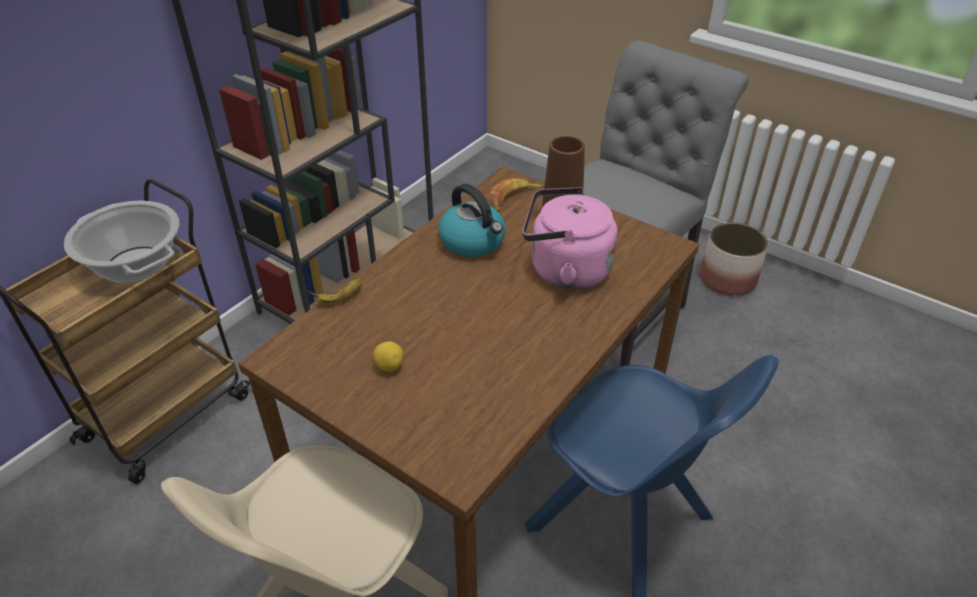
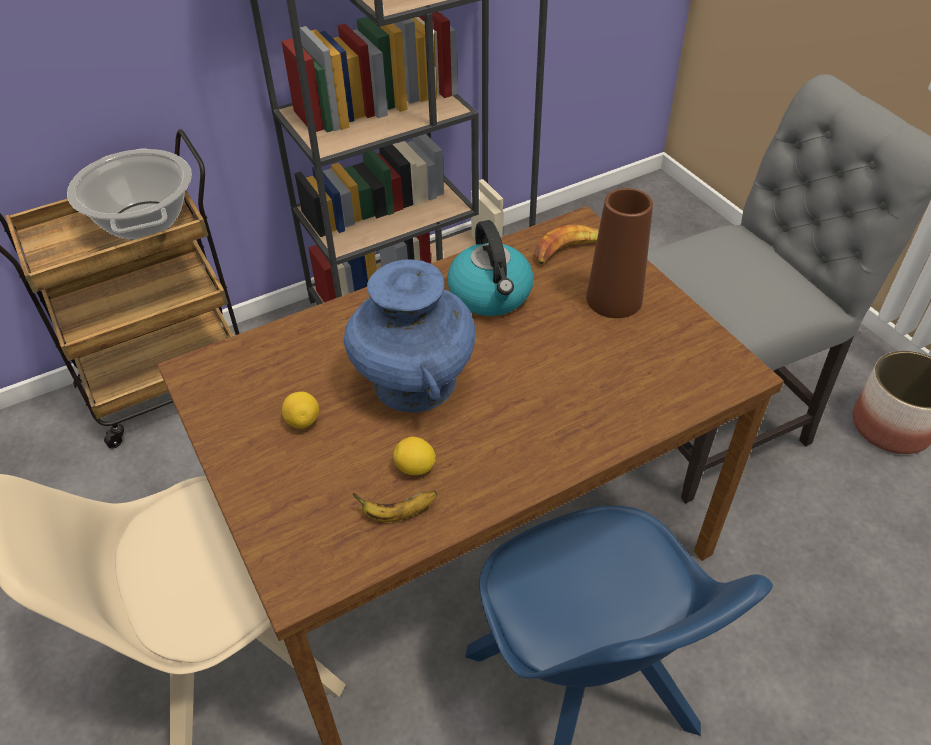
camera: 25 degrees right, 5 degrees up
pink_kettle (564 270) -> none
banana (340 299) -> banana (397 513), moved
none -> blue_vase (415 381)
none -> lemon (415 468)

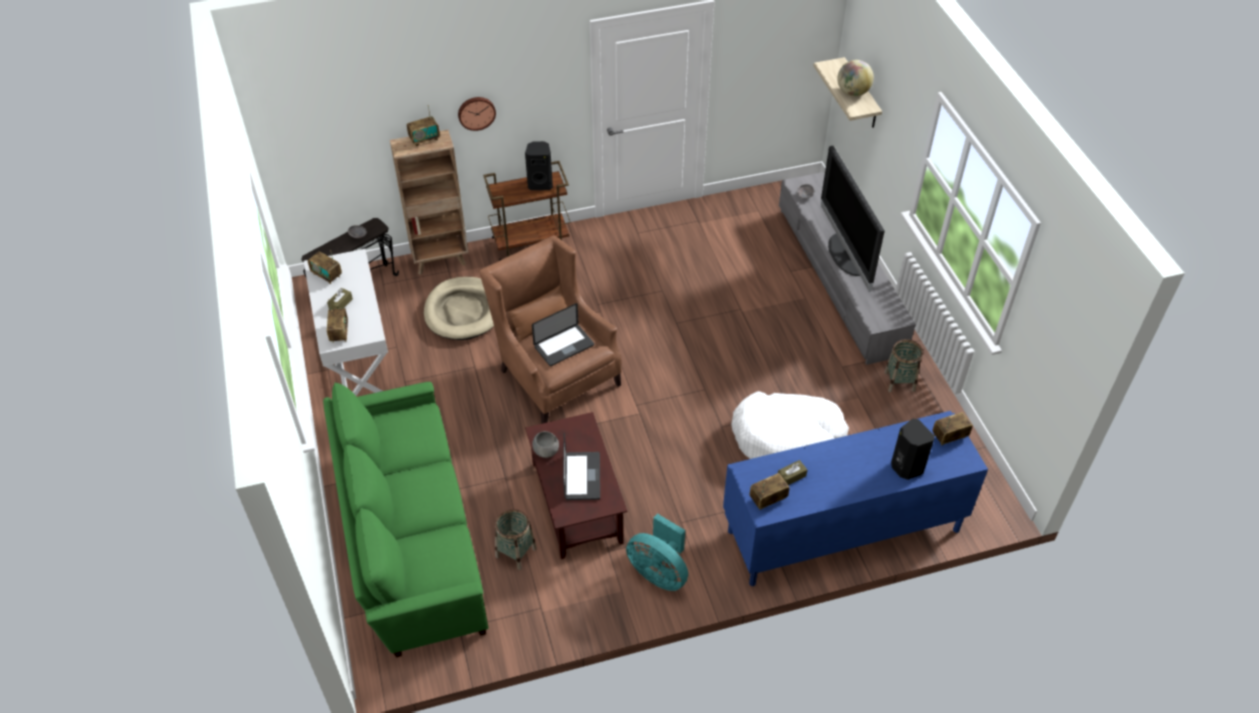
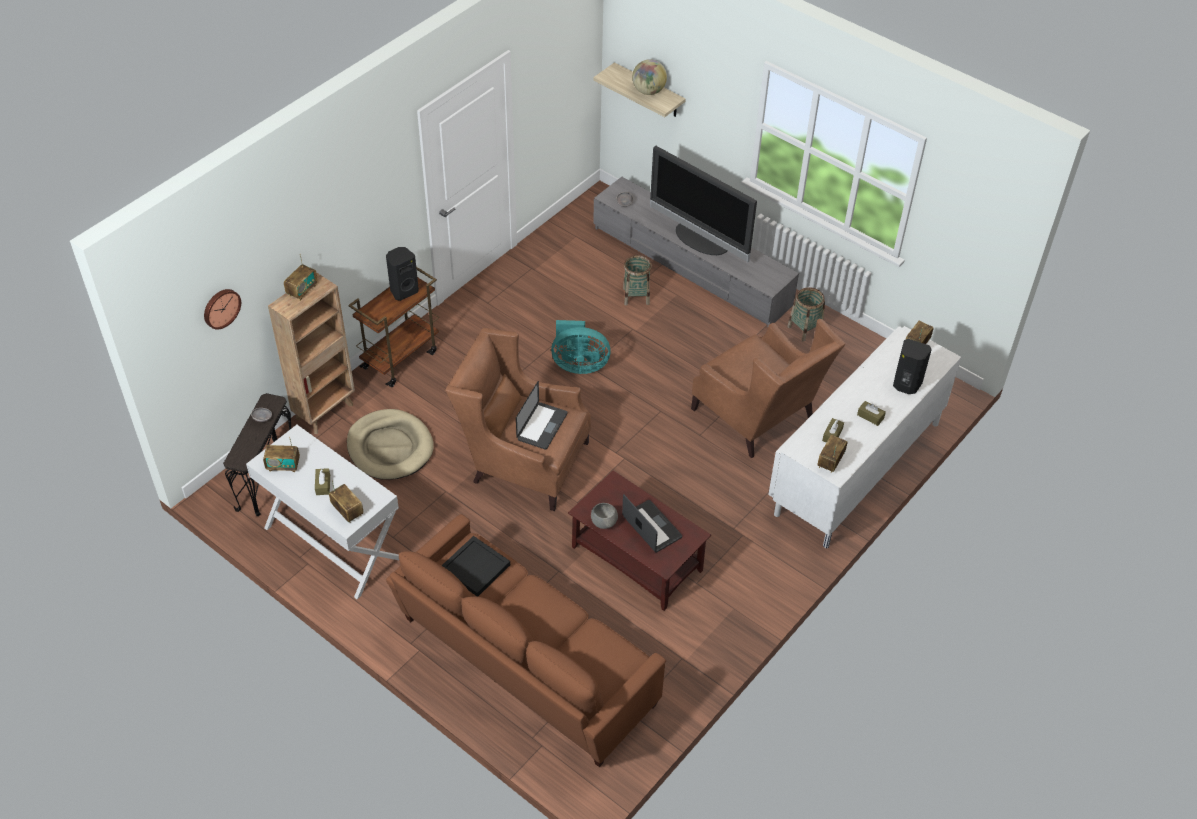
camera: 35 degrees left, 0 degrees up
wall_clock (476 112) -> wall_clock (221 308), moved
green_sofa (411 538) -> brown_sofa (523 666)
white_dog_bed (788 438) -> brown_armchair (759 418)
blue_cabinet (842 528) -> white_cabinet (855 466)
basket (516 552) -> basket (636 296), moved
turquoise_fan (659 572) -> turquoise_fan (578 365), moved
none -> brown_tissue_box (870 416)
none -> black_tray (475 567)

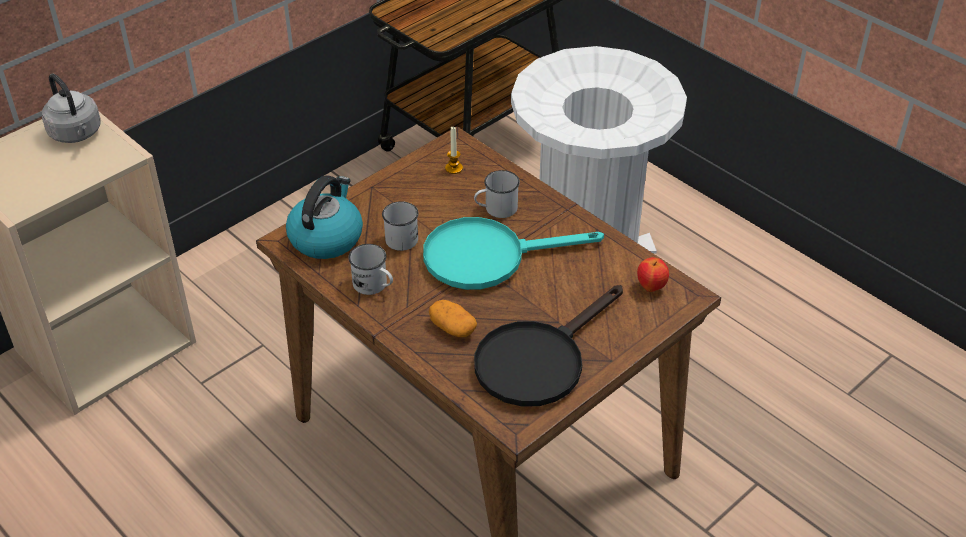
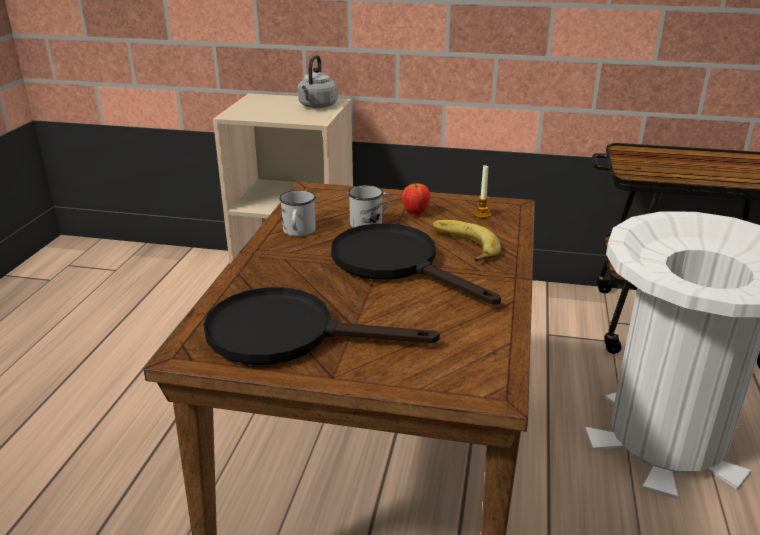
camera: 55 degrees right, 15 degrees down
white_mug (496 209) -> banana (461 246)
kettle (326 237) -> none
turquoise_frying_pan (488 256) -> black_frying_pan (396 263)
apple (651 287) -> apple (415 213), moved
potato (452 328) -> none

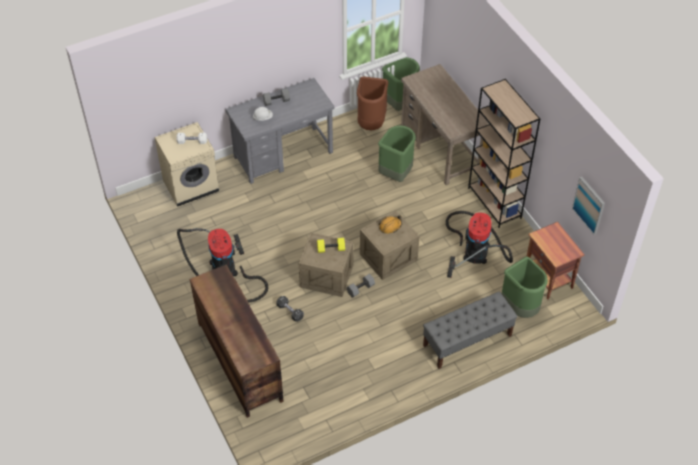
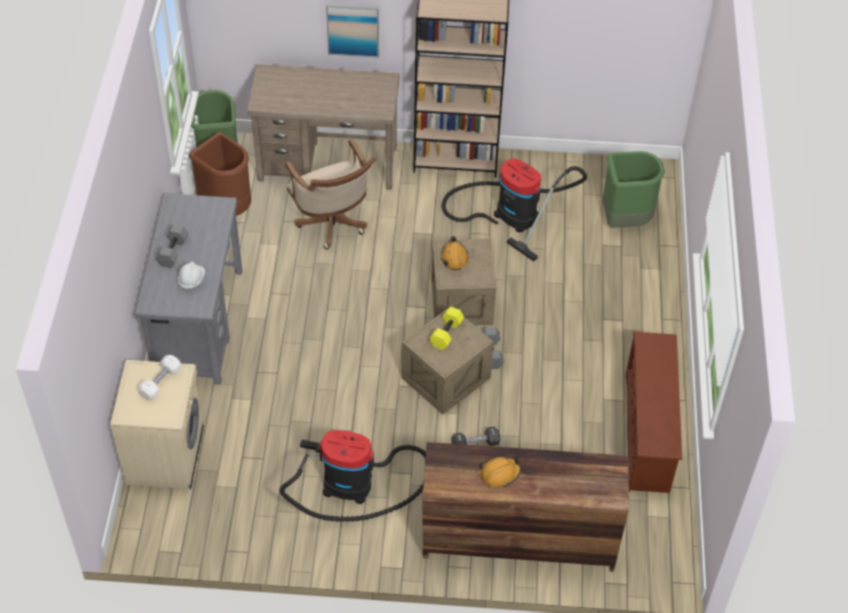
camera: 60 degrees left, 0 degrees up
green_trash_can (396 174) -> office_chair (333 226)
picture (589 205) -> picture (353 29), moved
nightstand (549 279) -> none
grey_bench (467 341) -> none
none -> brown_shoe_rack (648 433)
none -> orange_hard_hat (500 473)

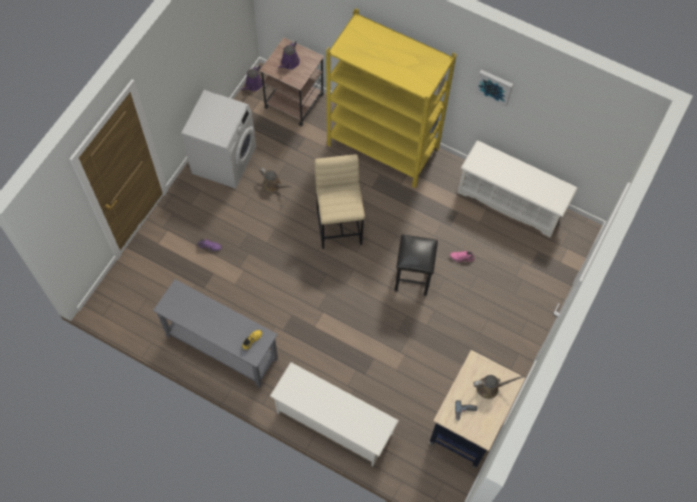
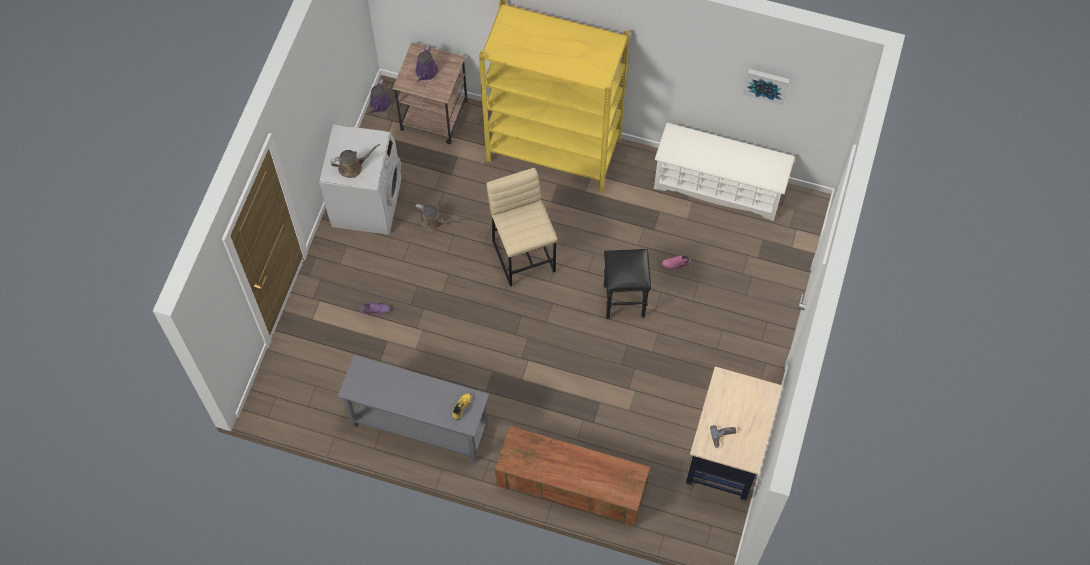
camera: 10 degrees left, 0 degrees up
picture (494 86) -> picture (766 85), moved
white_shoe_rack (333 423) -> brown_bench (570 485)
brown_watering_can (490 388) -> brown_watering_can (353 167), moved

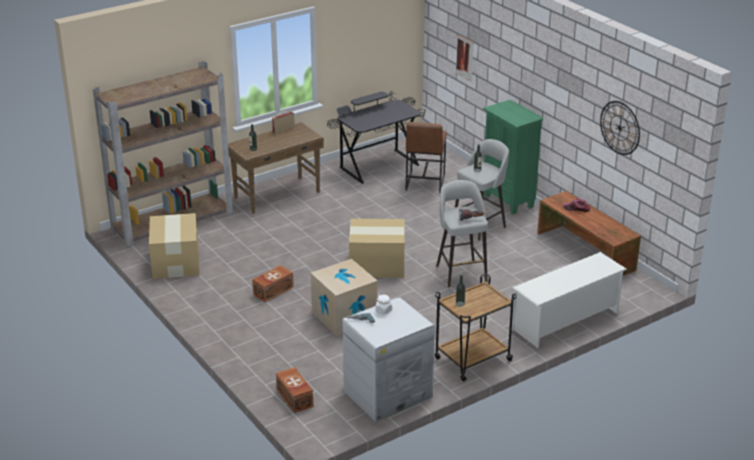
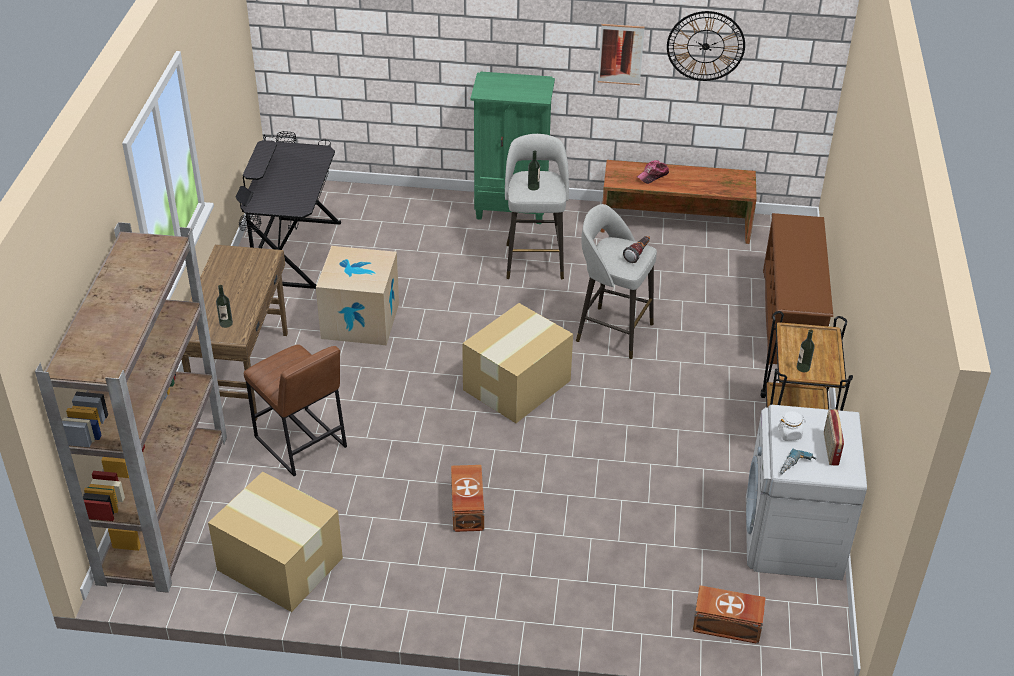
camera: 50 degrees left, 10 degrees up
picture (464 57) -> picture (620 54), moved
radio (283 129) -> radio (830 449), moved
brown_chair (425 182) -> brown_chair (301 442), moved
white_shoe_rack (566 321) -> brown_shoe_rack (790 318)
cardboard_box (344 316) -> cardboard_box (360 320), moved

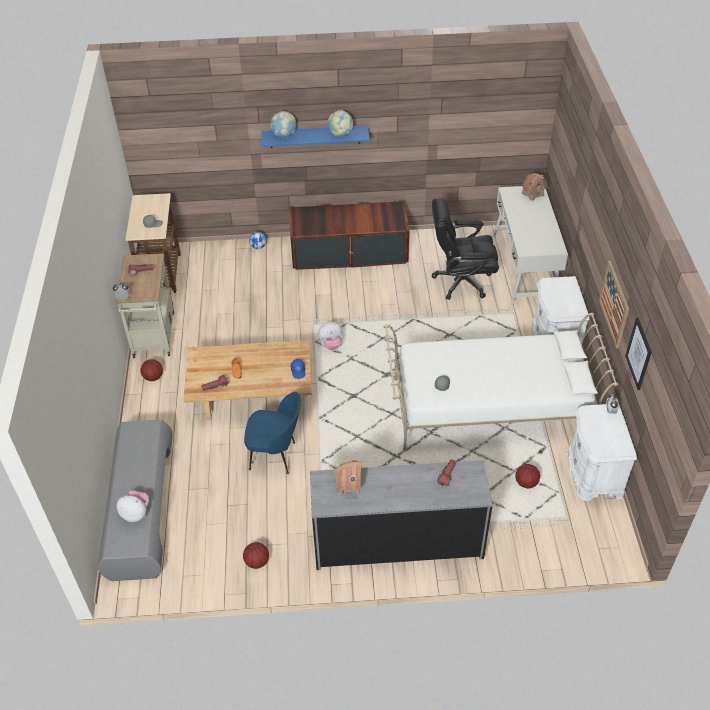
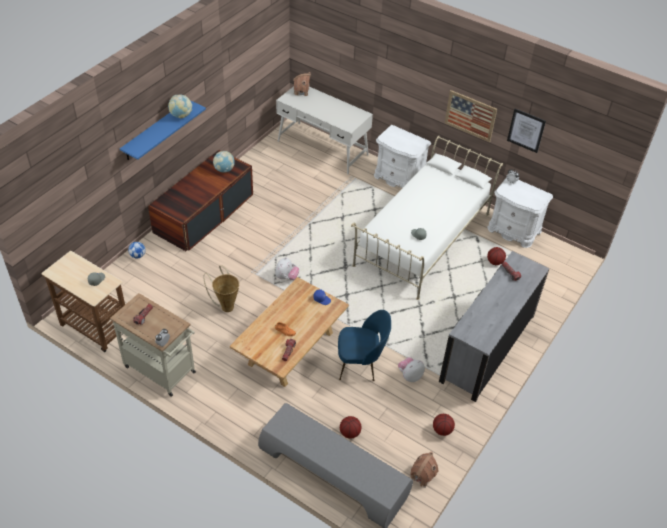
camera: 55 degrees left, 0 degrees up
globe (284 135) -> globe (224 170), moved
black_office_chair (462 282) -> none
basketball (153 377) -> basketball (349 433), moved
blue_chair (277 457) -> blue_chair (360 366), 45 degrees clockwise
toy_house (349 484) -> toy_house (422 475), moved
plush_toy (136 513) -> plush_toy (410 375), moved
none -> basket (226 306)

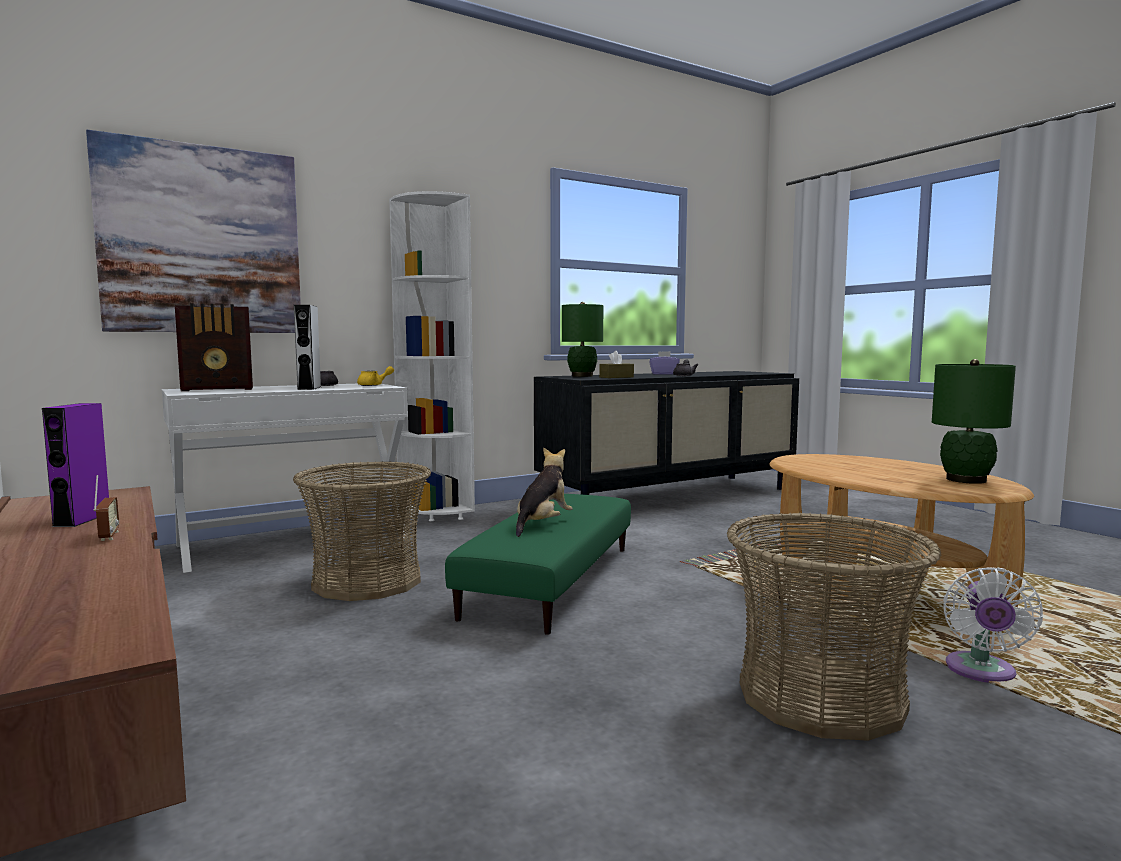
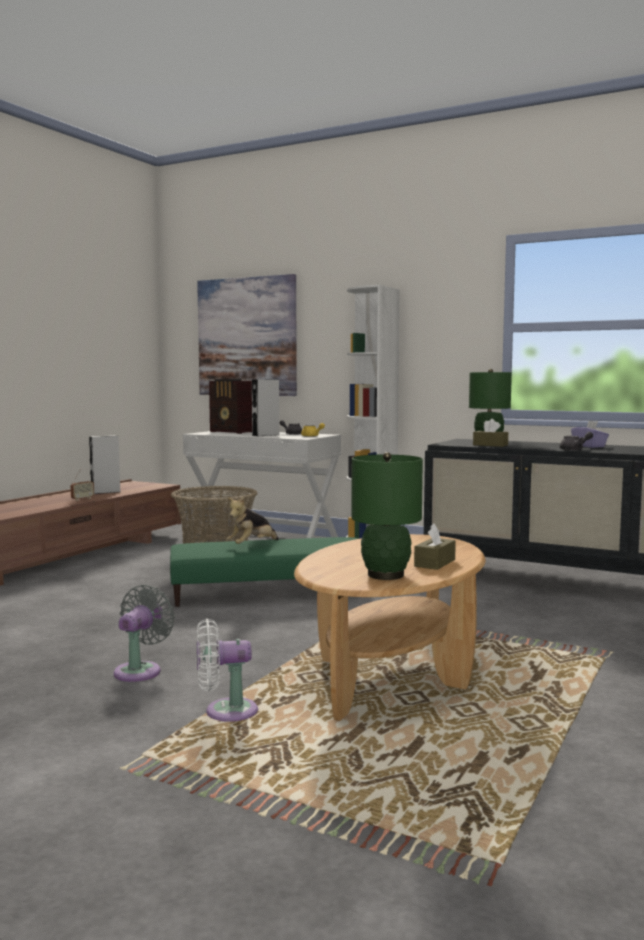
camera: 60 degrees right, 0 degrees up
purple_speaker (82 519) -> grey_speaker (105 492)
plush_toy (542 524) -> plush_toy (252 546), 135 degrees clockwise
basket (821 696) -> grey_fan (140 670)
none -> brown_tissue_box (435 563)

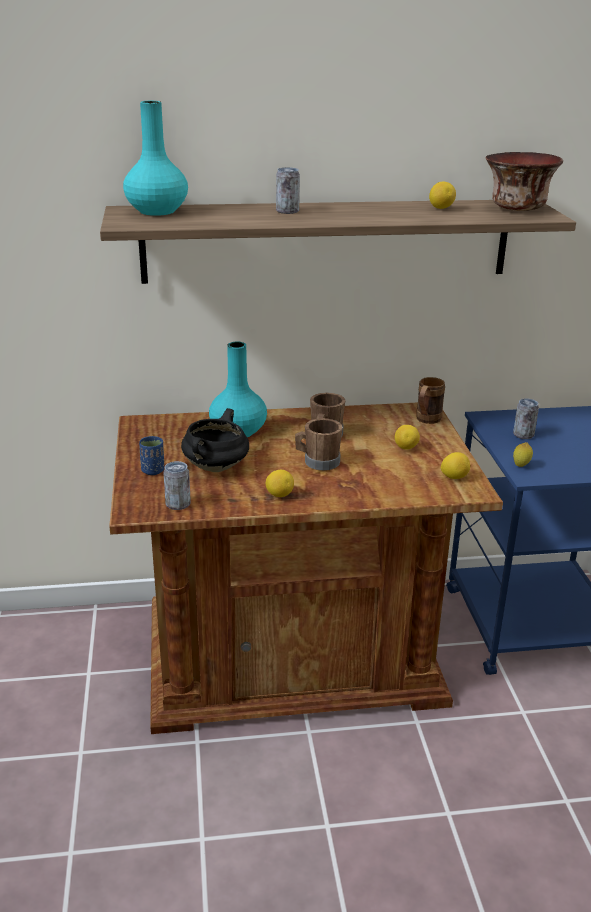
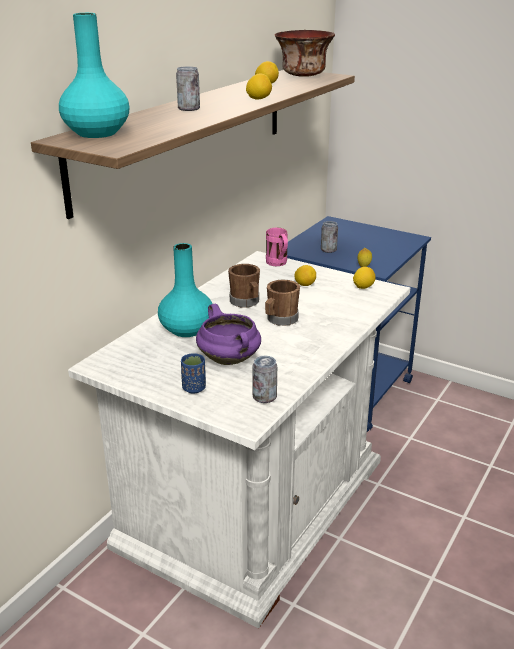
camera: 50 degrees left, 0 degrees up
brown_mug (426 420) -> pink_mug (278 264)
brown_cabinet (292 654) -> white_cabinet (256 502)
black_cooking_pot (216 468) -> purple_cooking_pot (230 360)
lemon (279 495) -> lemon (259 99), moved

